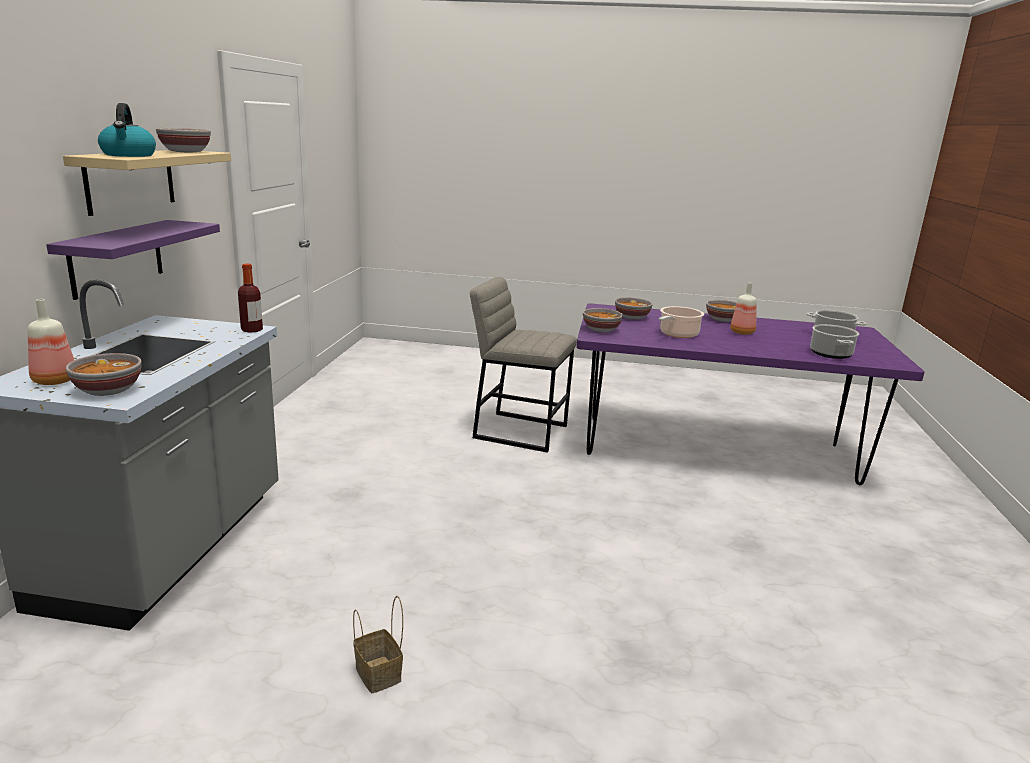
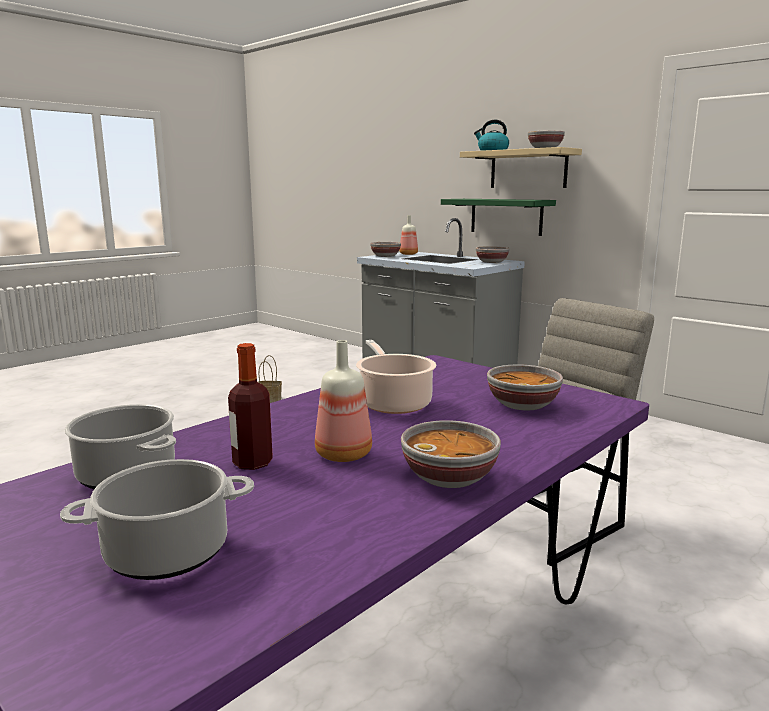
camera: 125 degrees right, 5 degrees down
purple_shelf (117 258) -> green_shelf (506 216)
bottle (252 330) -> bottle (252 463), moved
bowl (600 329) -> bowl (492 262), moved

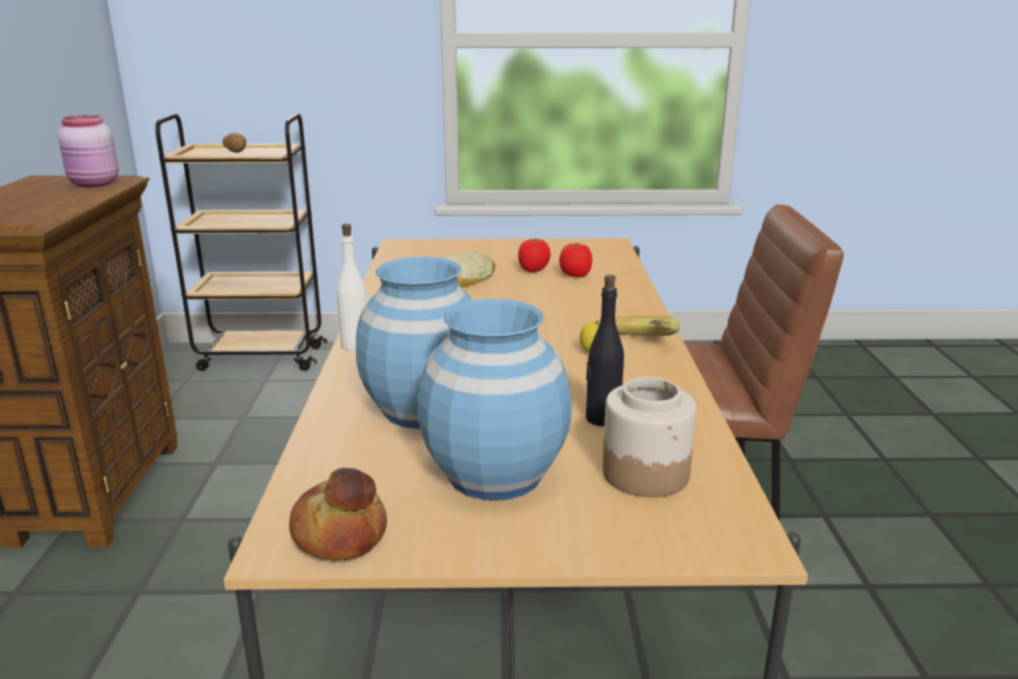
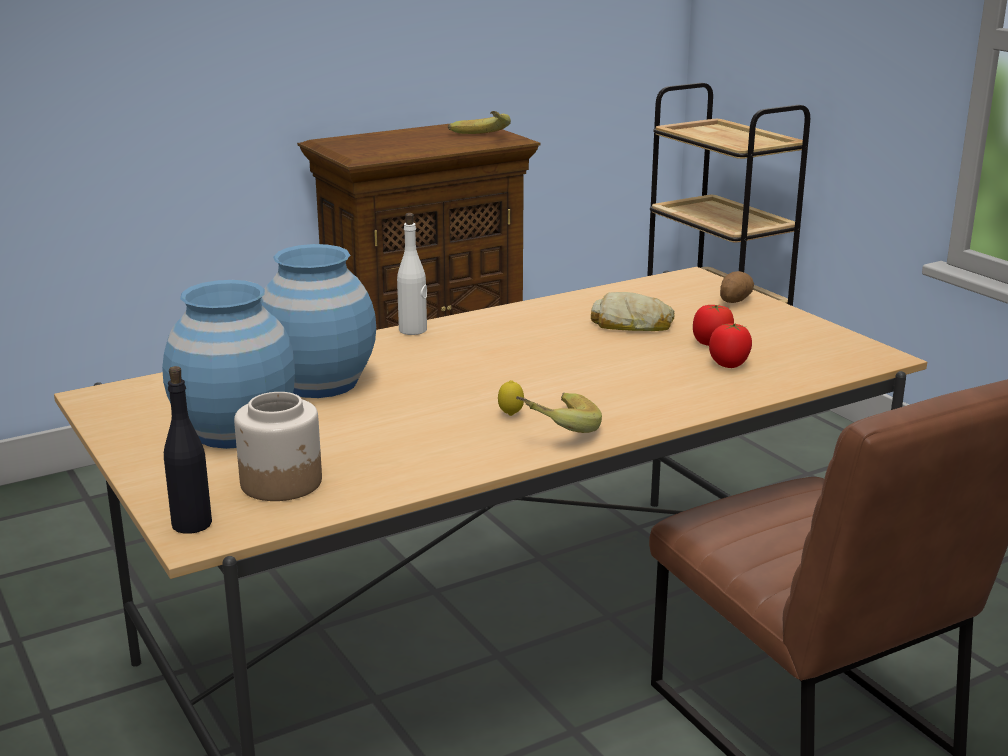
camera: 60 degrees right, 0 degrees up
pink_jar (94 184) -> banana (479 138)
potato (236 152) -> potato (734 301), moved
black_bottle (602 418) -> black_bottle (191 524), moved
bread (341 534) -> none

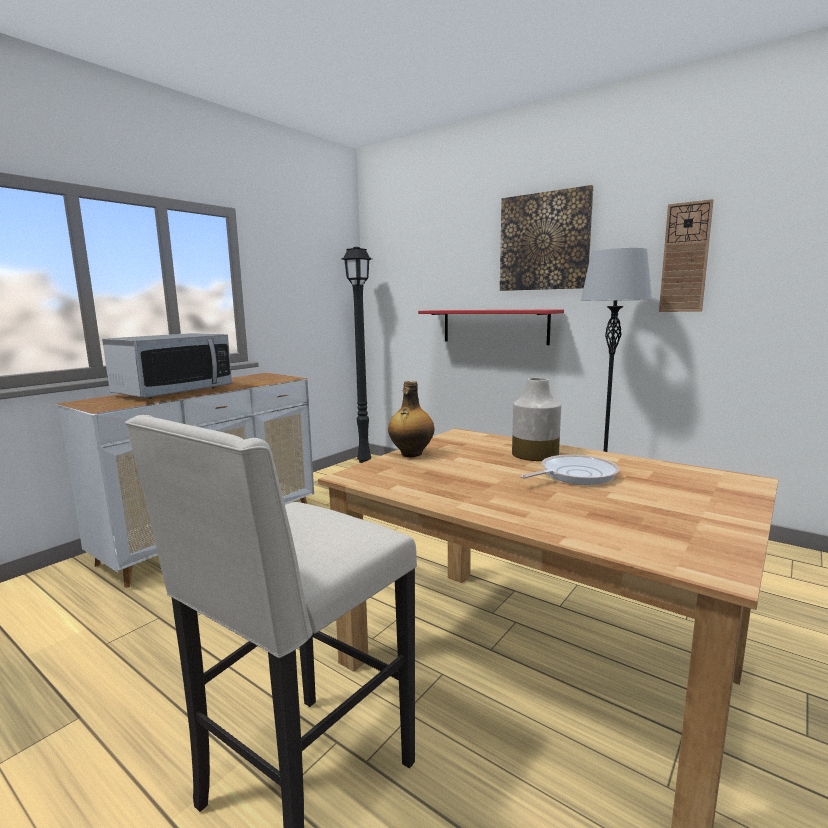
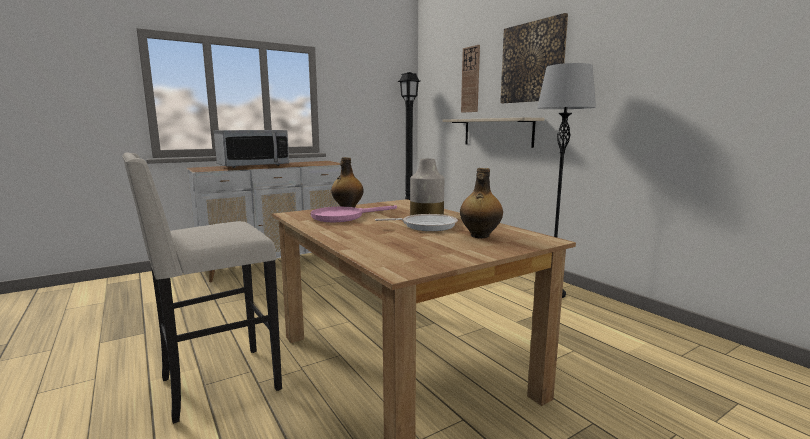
camera: 20 degrees right, 0 degrees up
wall_clock (685 258) -> wall_clock (470 79), moved
red_shelf (494 326) -> beige_shelf (497 132)
none -> bottle (479 236)
none -> pink_frying_pan (344 217)

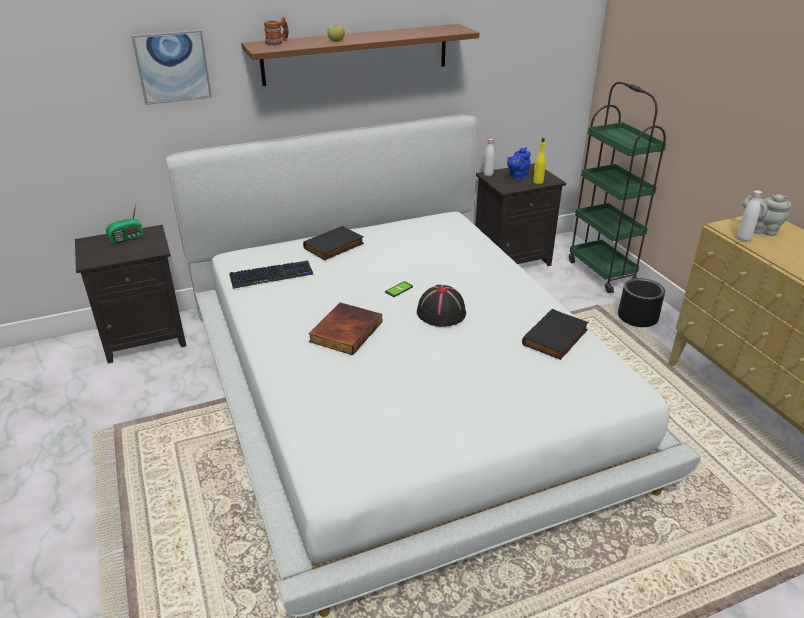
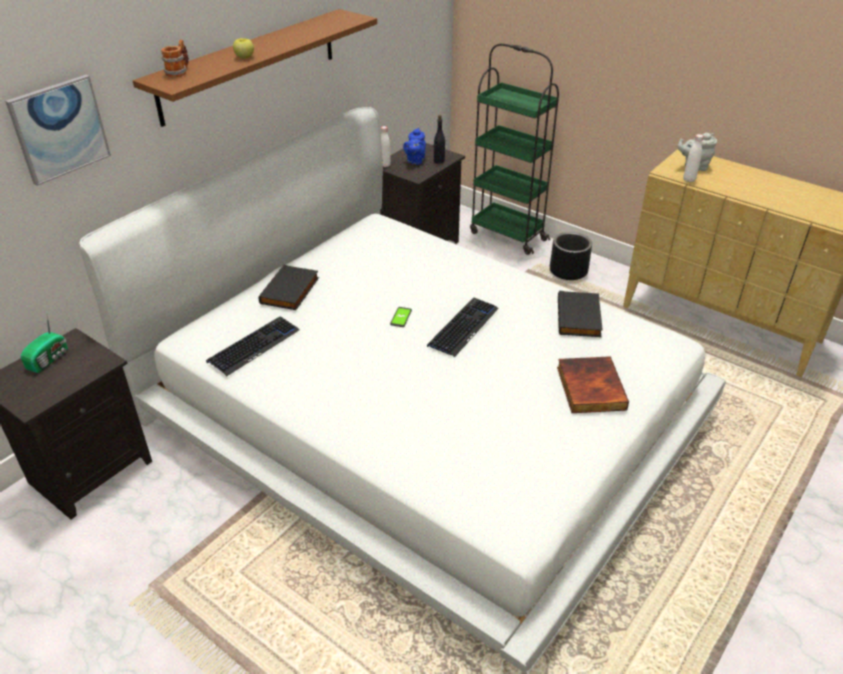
camera: 30 degrees left, 5 degrees up
yellow_bottle (538 181) -> black_bottle (439 161)
black_hat (441 312) -> keyboard (463 327)
book (345 331) -> book (589 387), moved

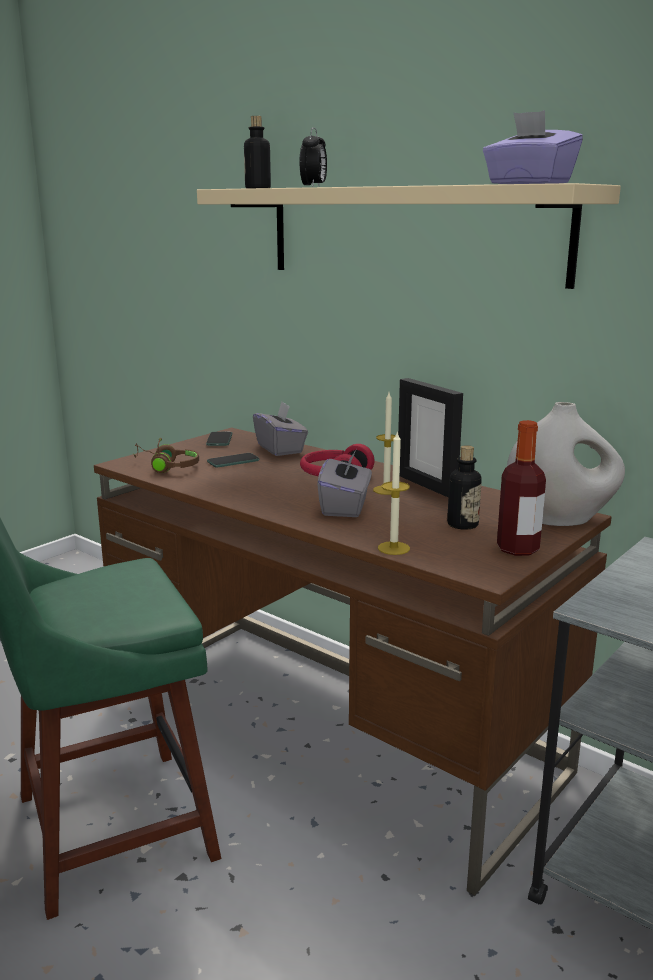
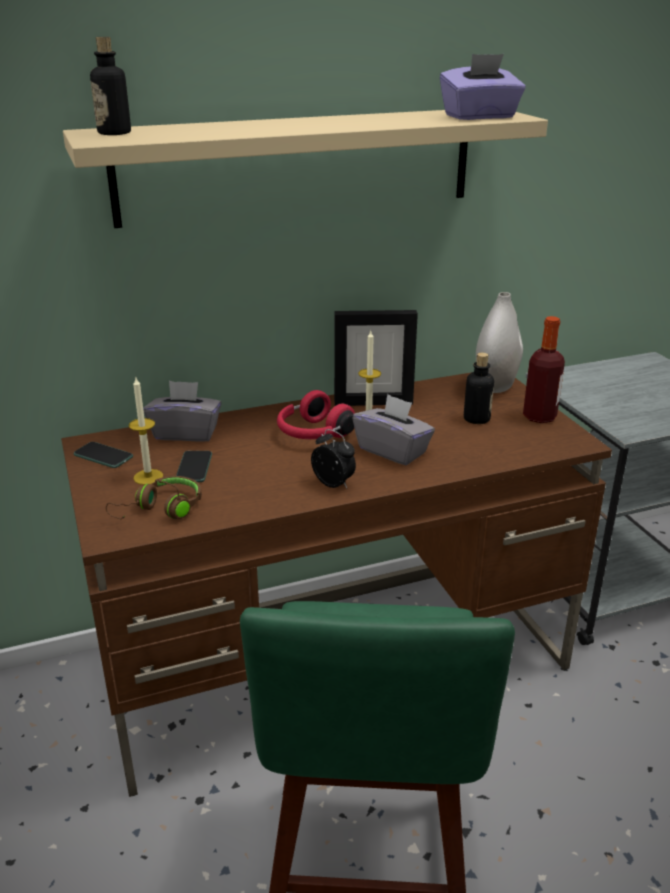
camera: 60 degrees left, 10 degrees up
alarm_clock (313 187) -> alarm_clock (334 484), moved
candle (393 548) -> candle (148 477), moved

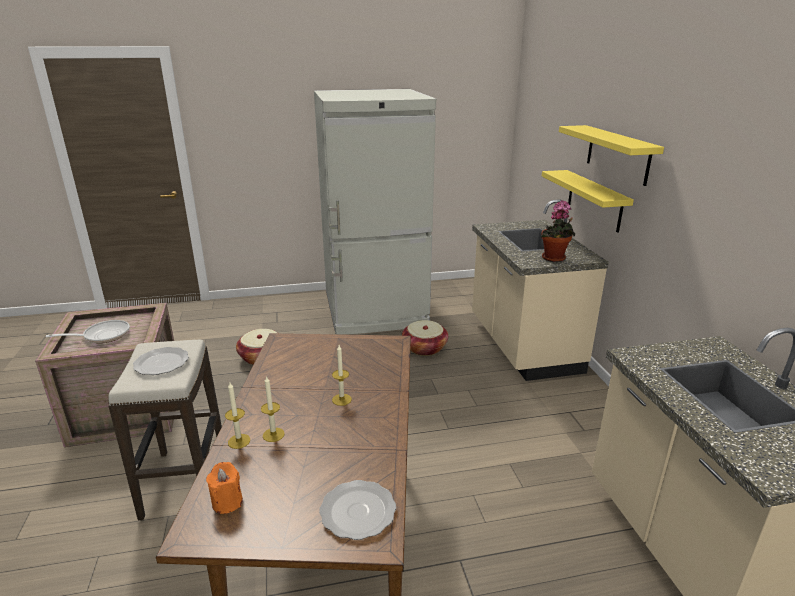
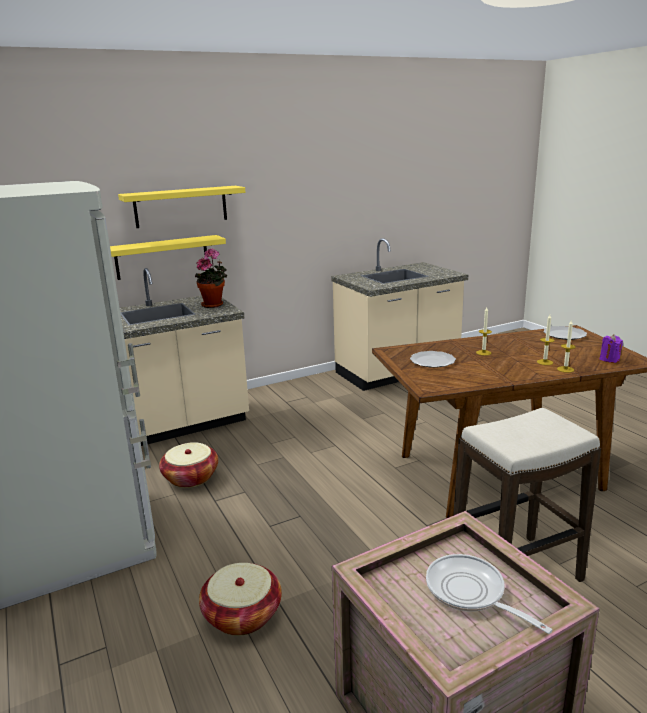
camera: 105 degrees left, 5 degrees down
plate (162 363) -> plate (431 361), moved
orange_candle (227 502) -> purple_candle (609 359)

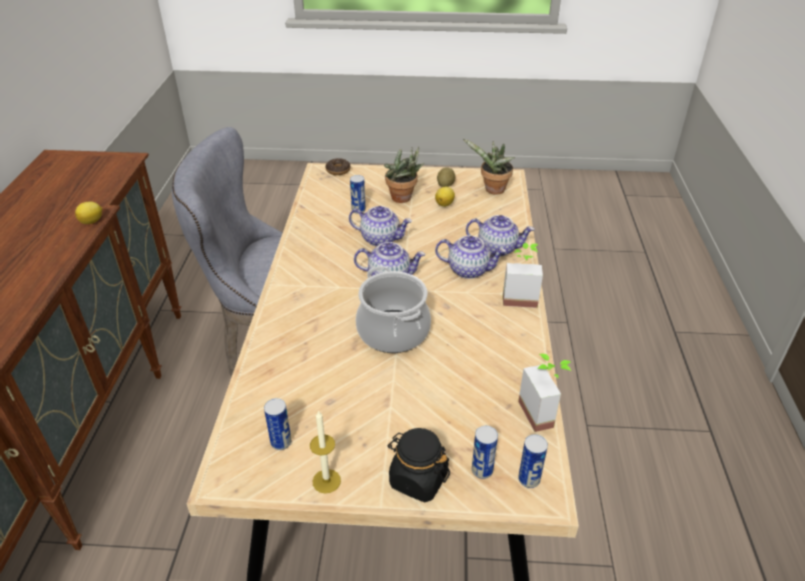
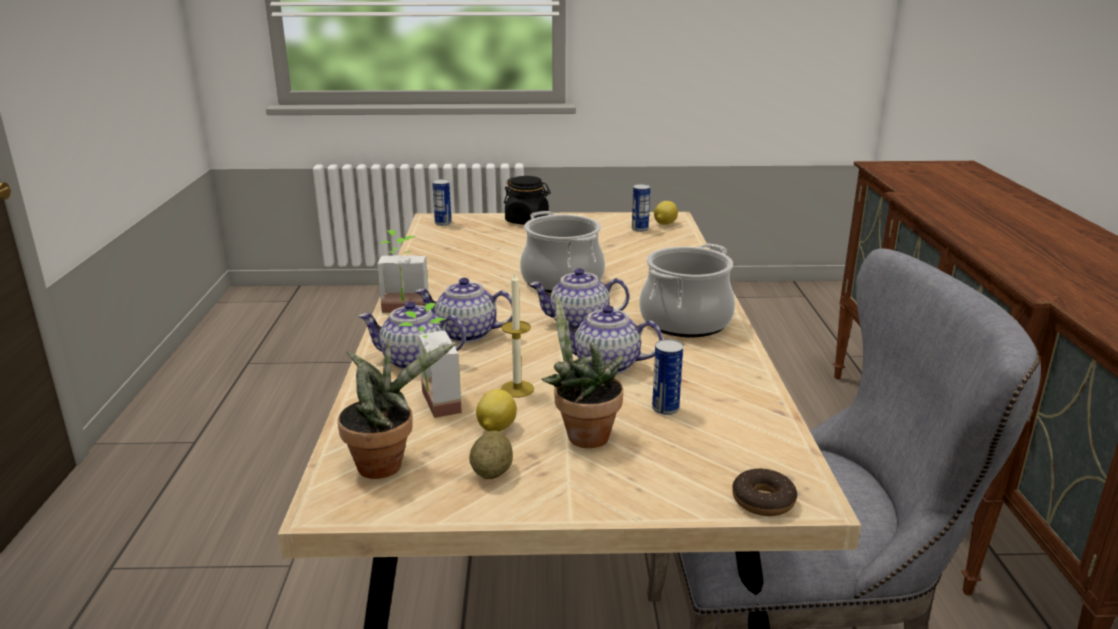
camera: 175 degrees right, 15 degrees down
lemon (92 221) -> lemon (664 224), moved
potted_plant (543 412) -> potted_plant (429 404), moved
candle (326 481) -> candle (517 389), moved
can (482 470) -> none
none -> cooking_pot (685 321)

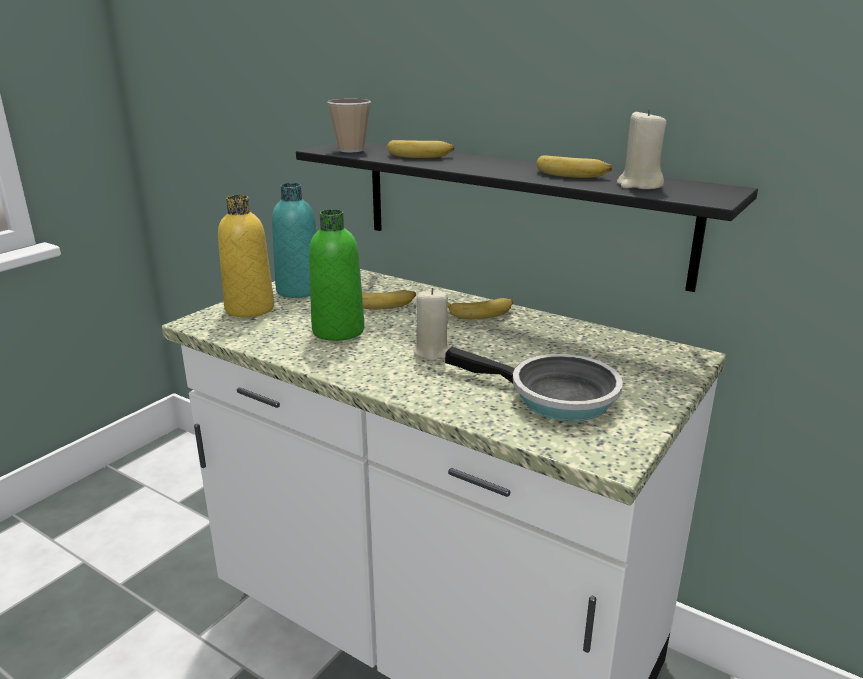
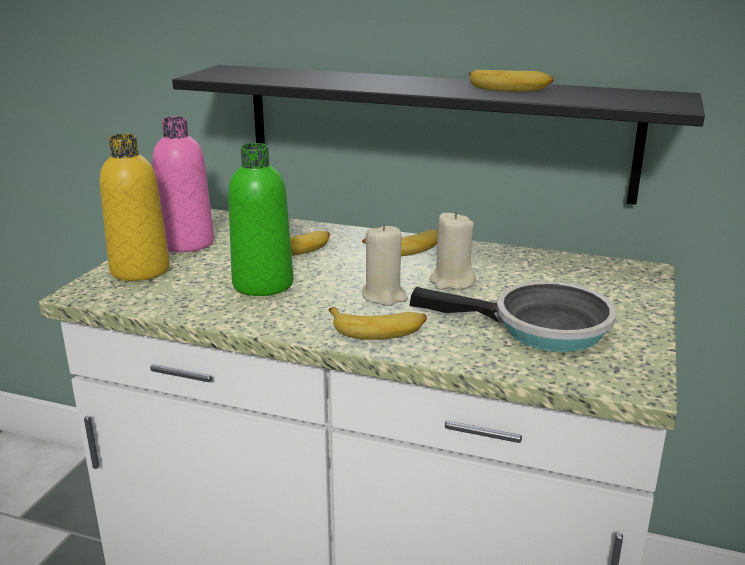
camera: 15 degrees left, 0 degrees up
cup (351 150) -> none
beige_candle (639 185) -> beige_candle (452 282), moved
banana (419 155) -> banana (378 329), moved
turquoise_bottle (299 290) -> pink_bottle (187 243)

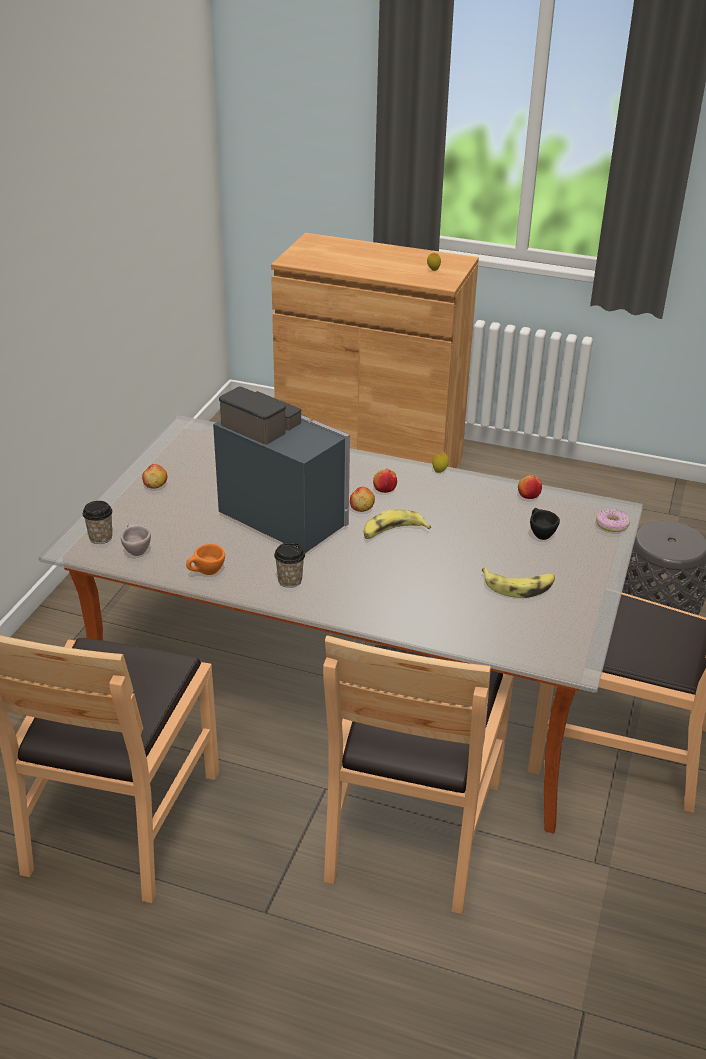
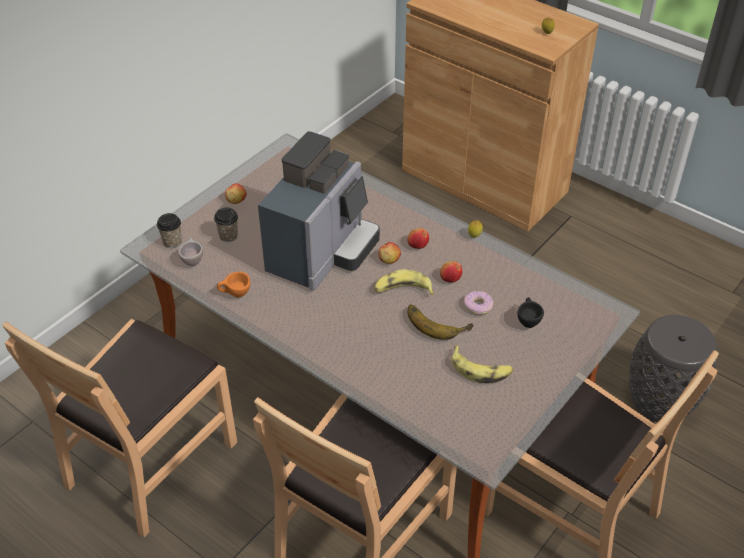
camera: 20 degrees right, 10 degrees up
coffee_machine (284 515) -> coffee_machine (322 252), 60 degrees clockwise
apple (528 496) -> apple (450 278), moved
donut (611 525) -> donut (478 306), moved
cup (290 580) -> cup (228 236), moved
none -> banana (437 321)

